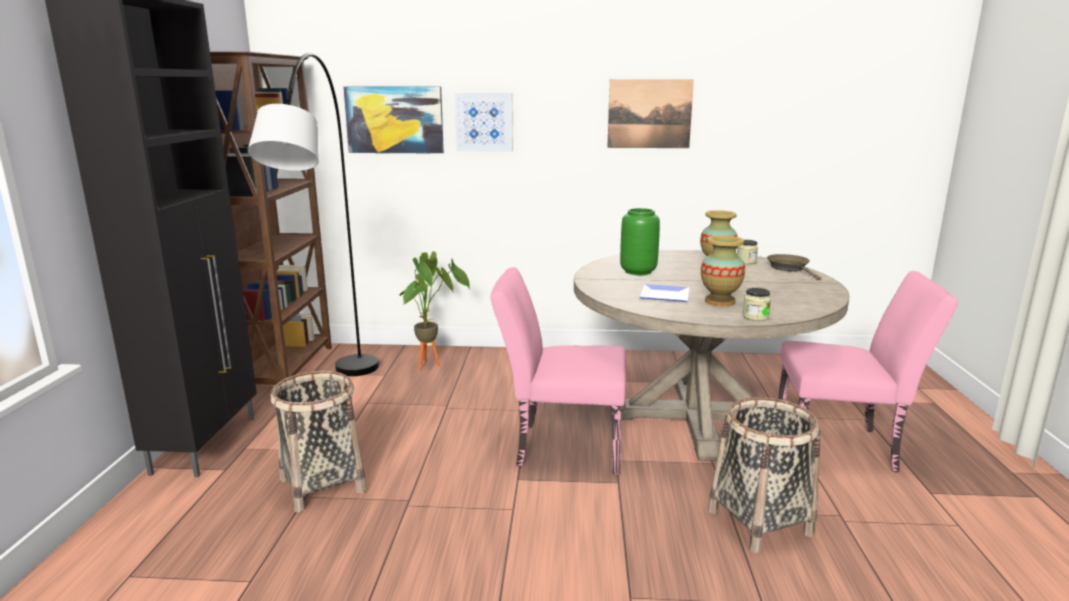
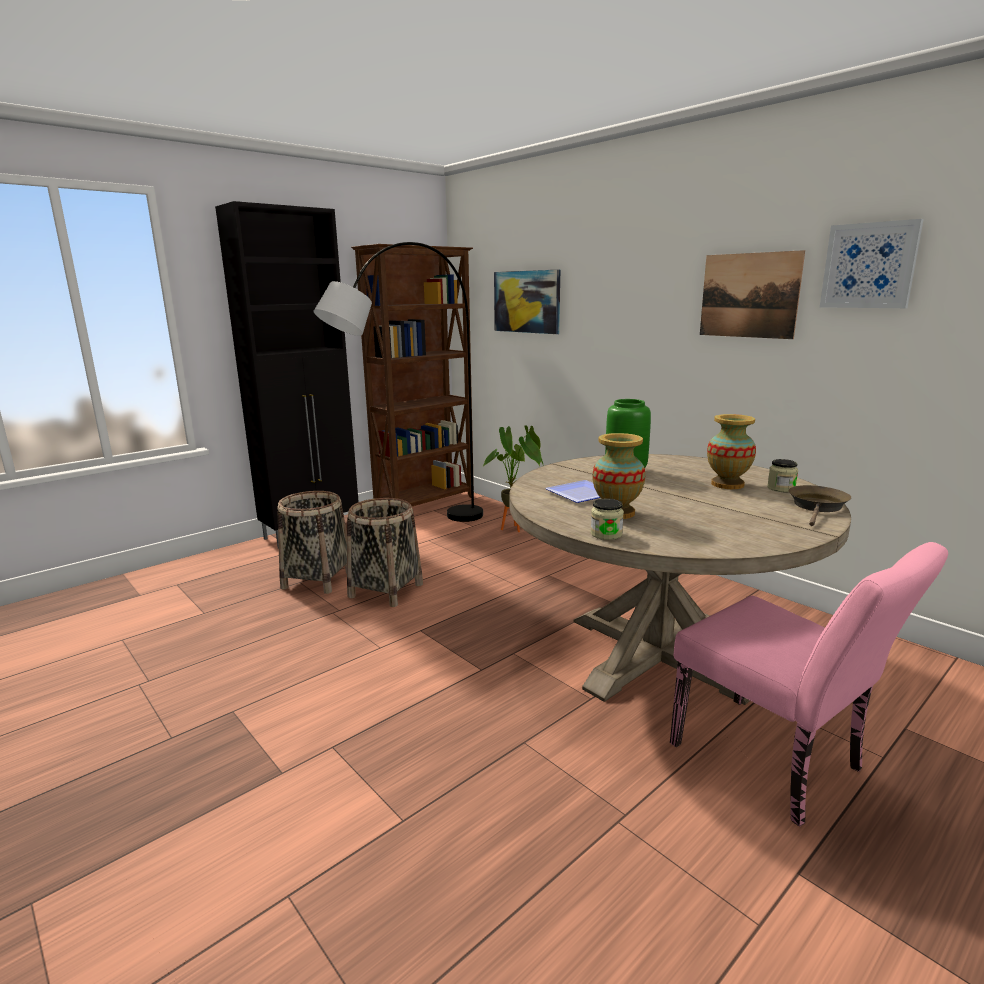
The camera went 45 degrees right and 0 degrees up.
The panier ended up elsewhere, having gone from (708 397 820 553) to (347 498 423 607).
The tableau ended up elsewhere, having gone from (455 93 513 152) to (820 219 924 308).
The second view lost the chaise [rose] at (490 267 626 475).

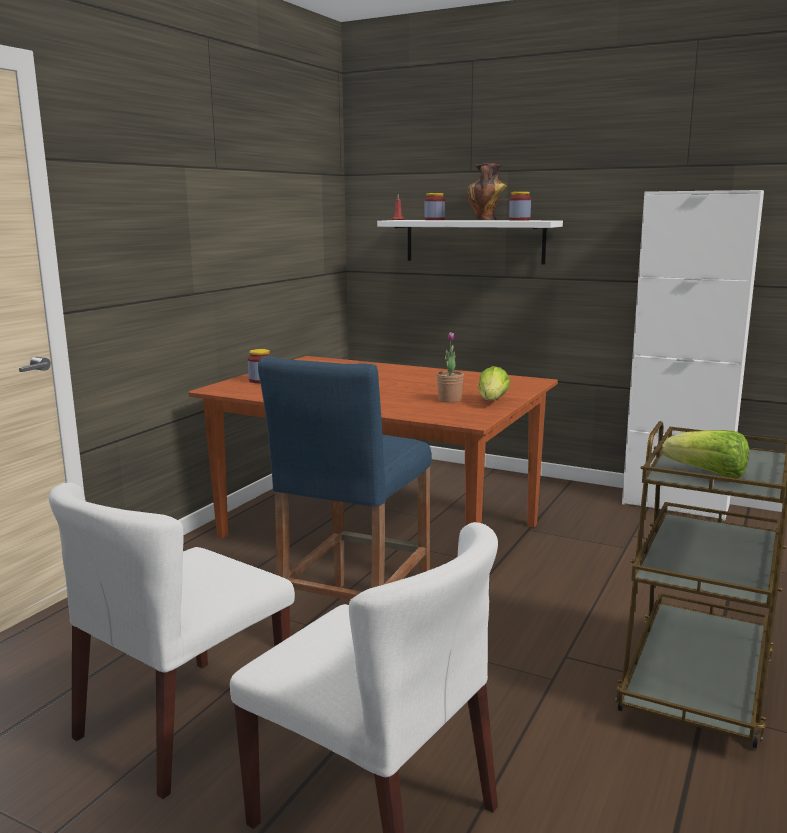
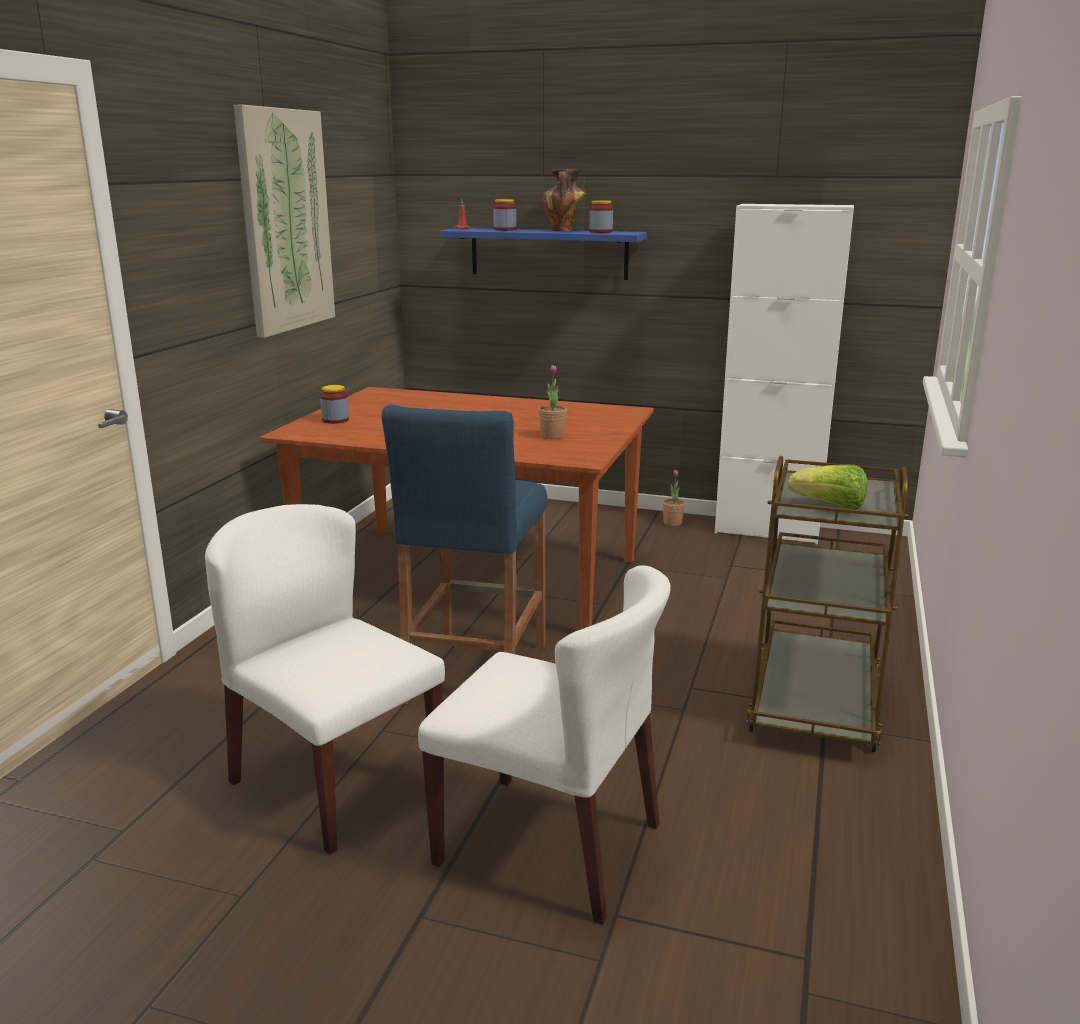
The camera went 10 degrees left and 5 degrees up.
The chaise [blanc] at (49 482 295 799) ended up facing another way, 105 degrees clockwise from before.
The second view gained the tableau at (234 105 335 338).
What was the étagère [blanc] at (377 220 563 265) turned into the étagère [bleu] at (440 228 647 280).
The second view gained the plante en pot at (662 470 685 526).
The second view lost the laitue at (478 366 510 400).

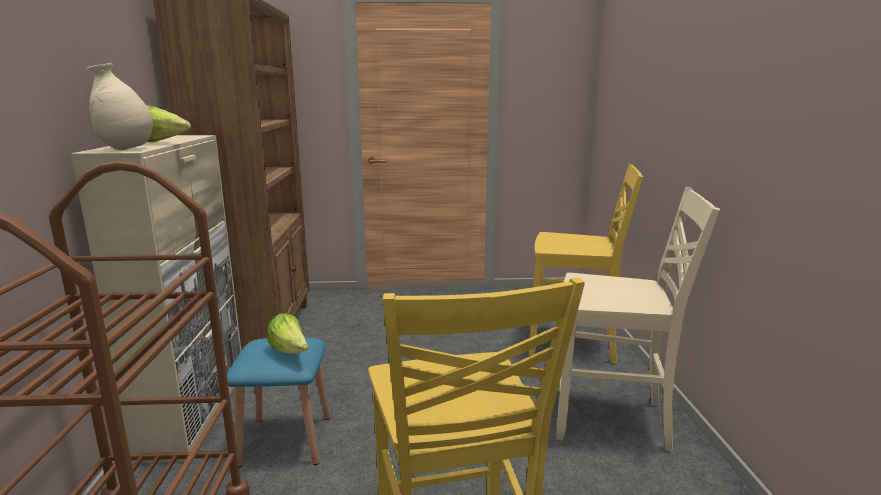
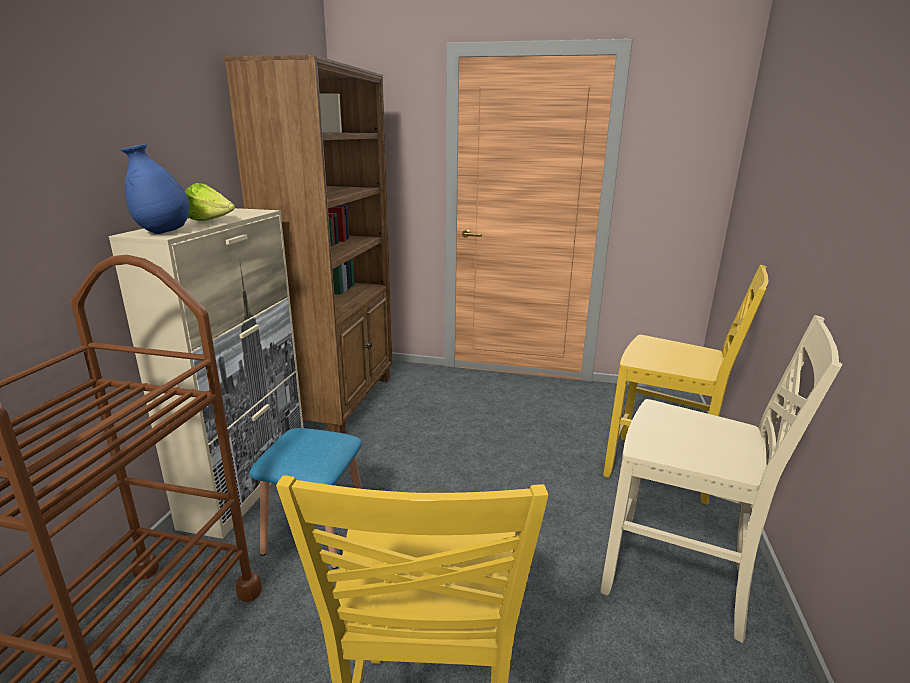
The camera went 15 degrees right and 5 degrees up.
What was the vase [beige] at (86 63 153 150) turned into the vase [bleu] at (121 144 189 234).
The second view lost the laitue at (267 314 309 354).

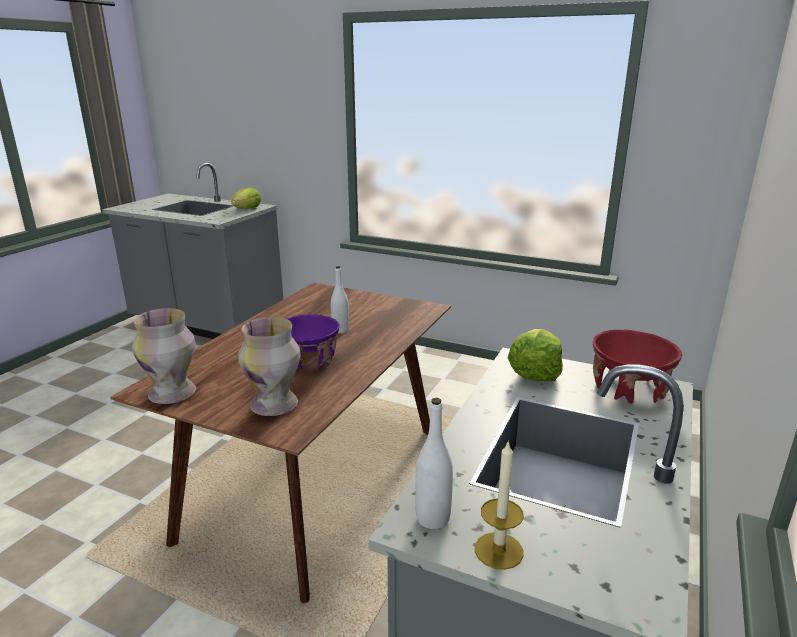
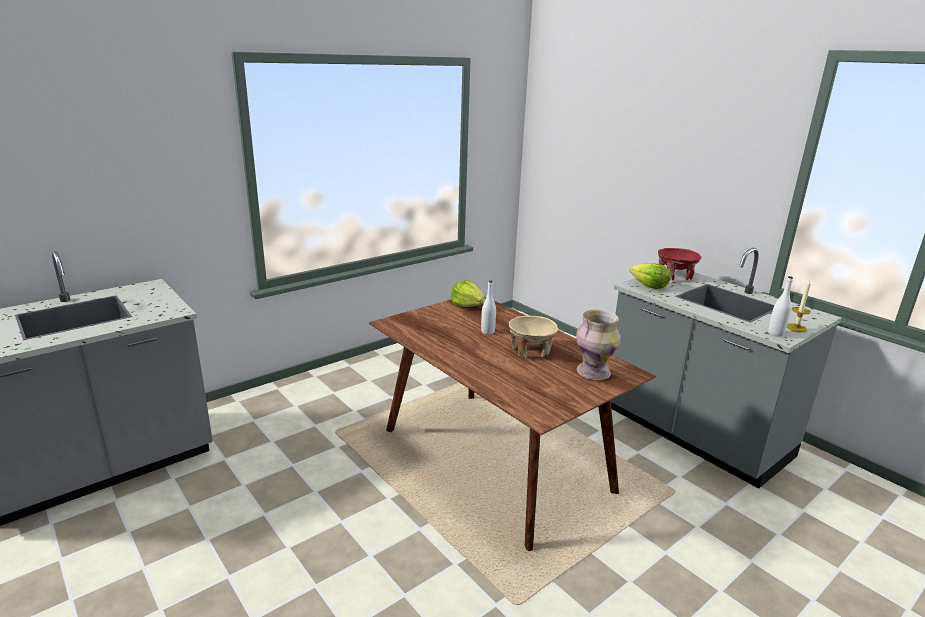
The camera went 65 degrees left and 0 degrees up.
The laitue ended up elsewhere, having gone from (231 187 261 209) to (451 280 485 307).
What was the bol [violet] at (286 314 340 369) turned into the bol [beige] at (509 316 558 358).
The second view lost the vase at (132 308 196 404).

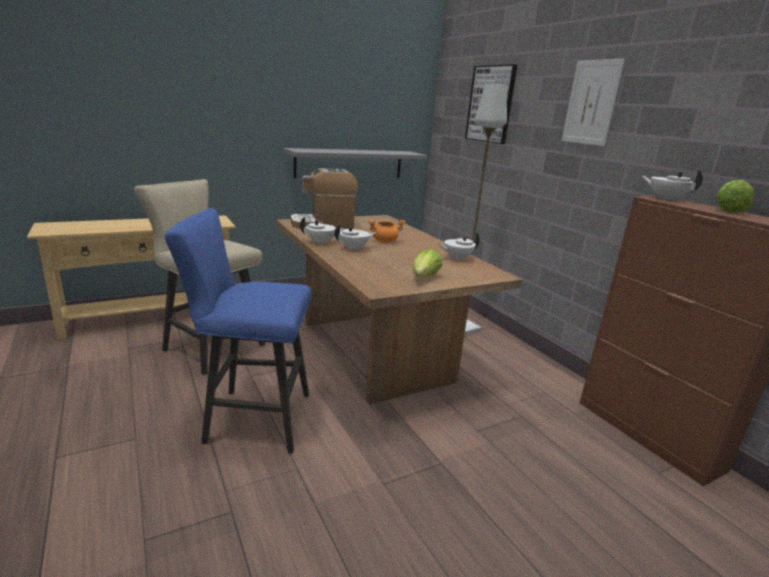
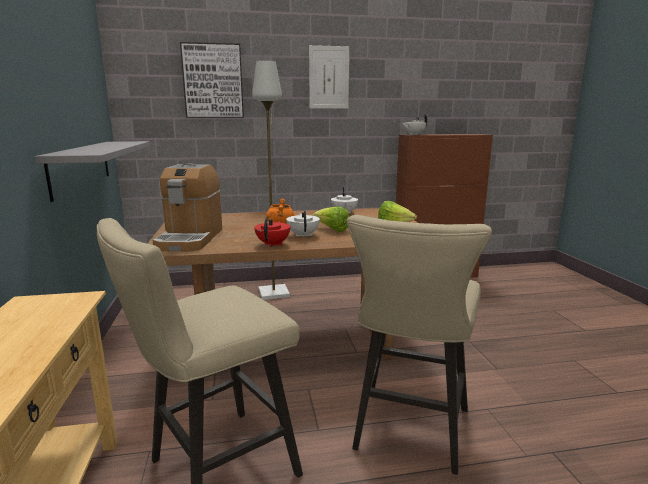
The camera went 70 degrees left and 5 degrees down.
What was the théière [blanc] at (300 217 344 245) turned into the théière [rouge] at (254 218 291 247).
The laitue ended up elsewhere, having gone from (716 180 754 213) to (312 207 349 232).
What was the tabouret [bleu] at (164 208 312 454) turned into the tabouret [beige] at (347 215 492 475).

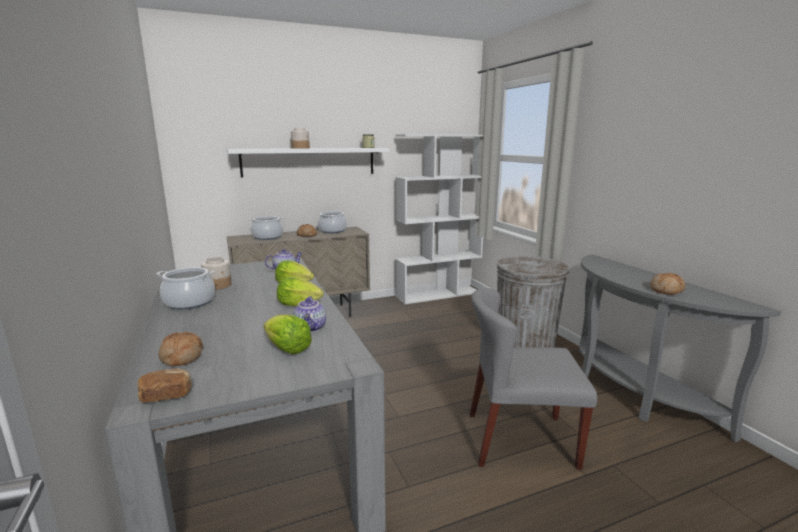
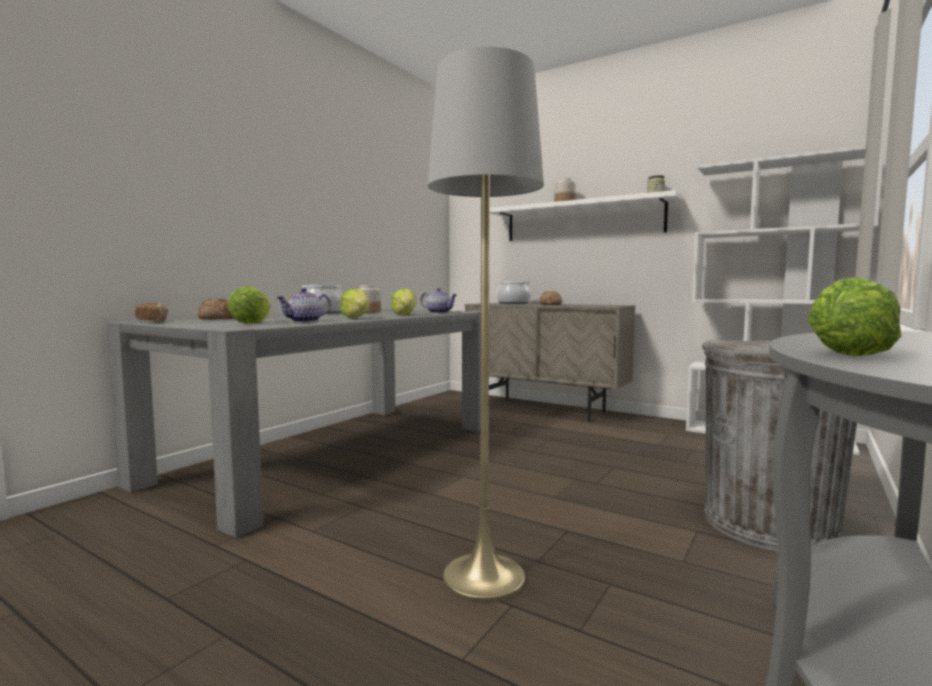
The camera went 55 degrees right and 10 degrees down.
Where the chaise [gris] stood at (470 288 597 470), the lampadaire [gris] came to stand at (428 47 544 603).
Where the pain stood at (650 273 685 295), the laitue came to stand at (808 277 901 356).
The second view lost the marmite at (318 210 347 233).

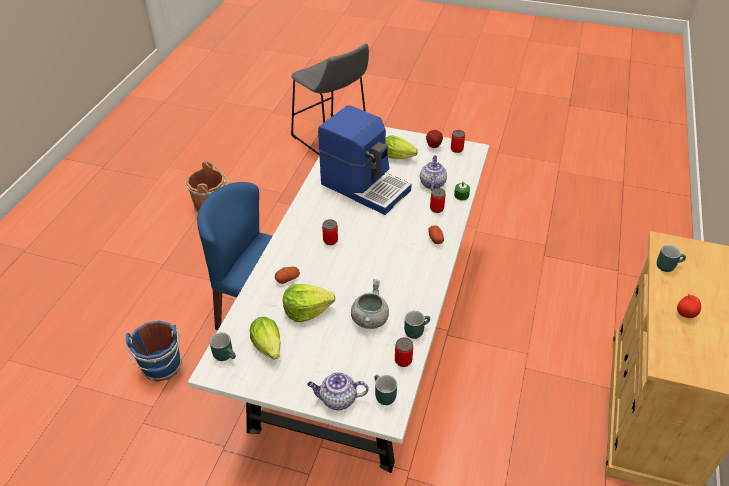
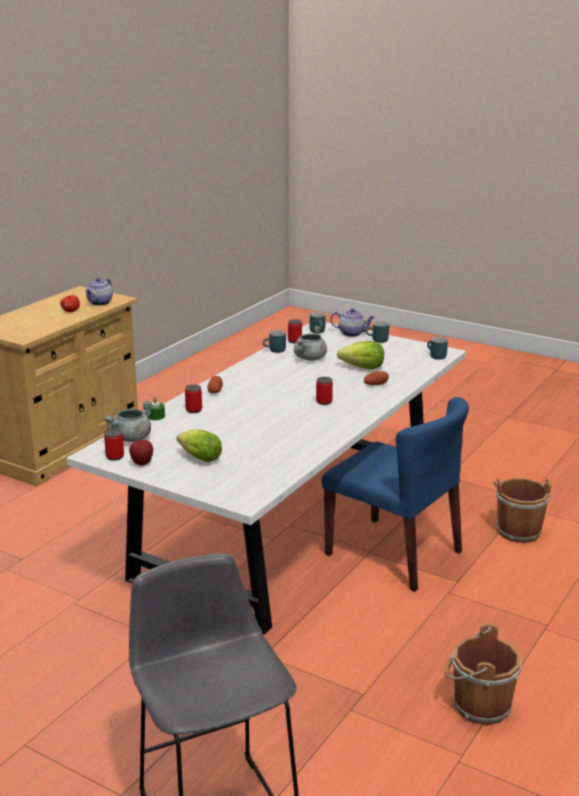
The camera went 165 degrees left and 20 degrees down.
The théière ended up elsewhere, having gone from (420 155 447 191) to (86 278 113 306).
The second view gained the marmite [gris] at (104 400 152 442).
The mug [turquoise] ended up elsewhere, having gone from (657 245 686 272) to (366 321 389 343).
What was the seau [bleu] at (125 321 182 382) turned into the seau [marron] at (494 478 552 543).
The second view lost the laitue at (250 317 281 360).
The second view lost the machine à café at (318 105 412 215).

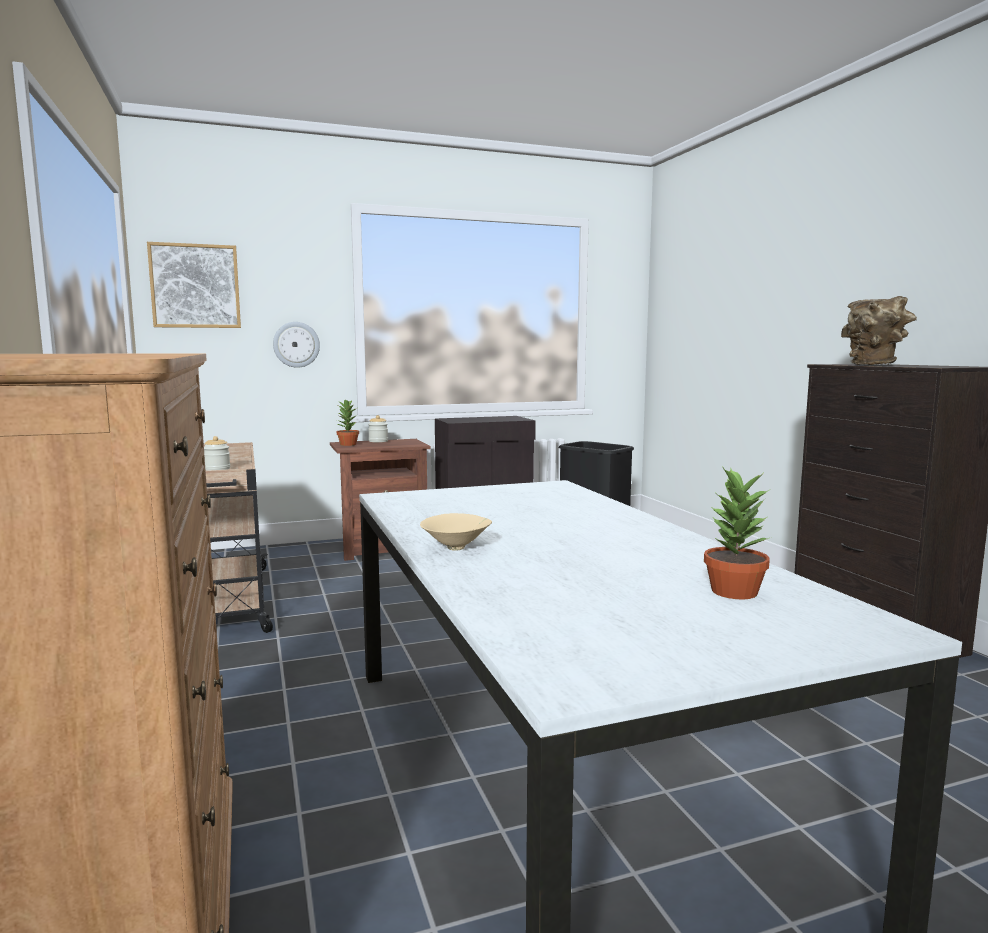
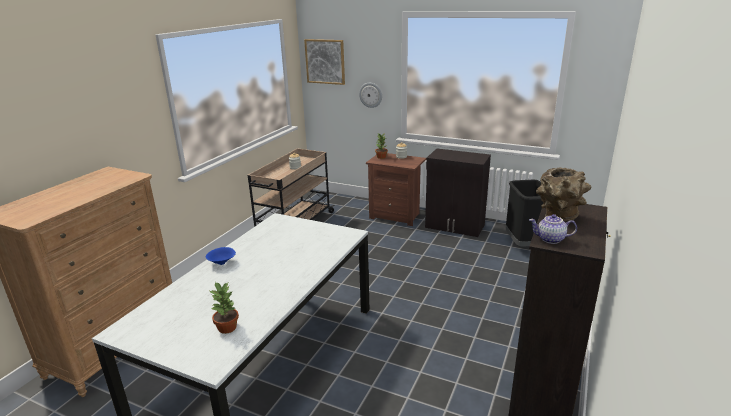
The camera went 45 degrees right and 15 degrees up.
What was the bol [beige] at (420 513 492 551) turned into the bol [bleu] at (206 247 236 265).
The second view gained the théière at (529 214 577 244).

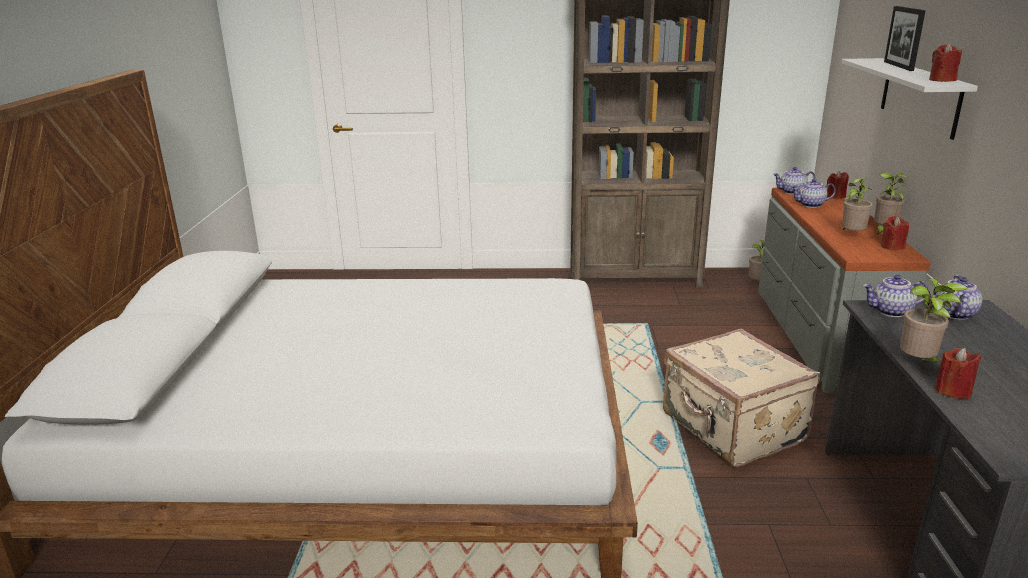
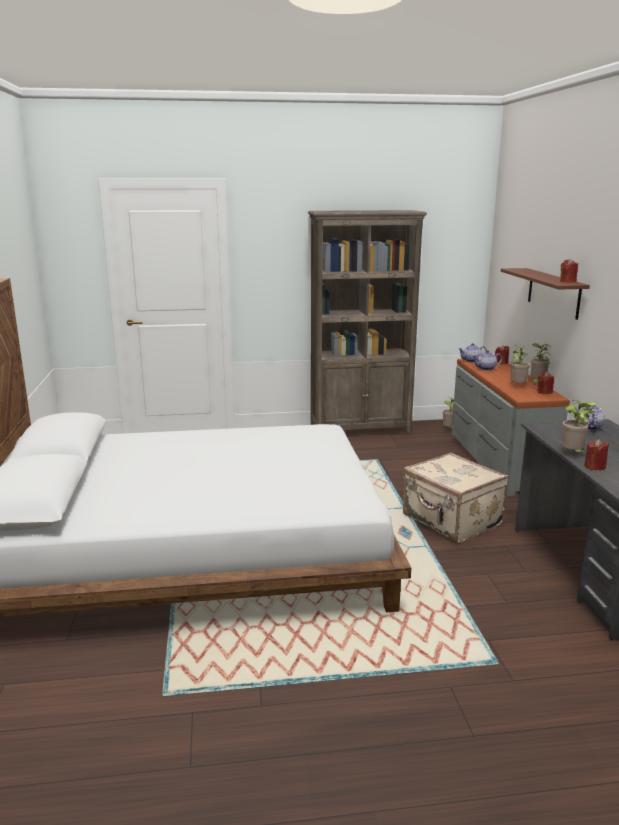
The camera went 10 degrees left and 5 degrees down.
What was the étagère [blanc] at (842 58 978 140) turned into the étagère [marron] at (501 268 590 320).
The second view lost the théière at (863 275 929 317).
The second view lost the cadre photo at (884 6 926 71).

